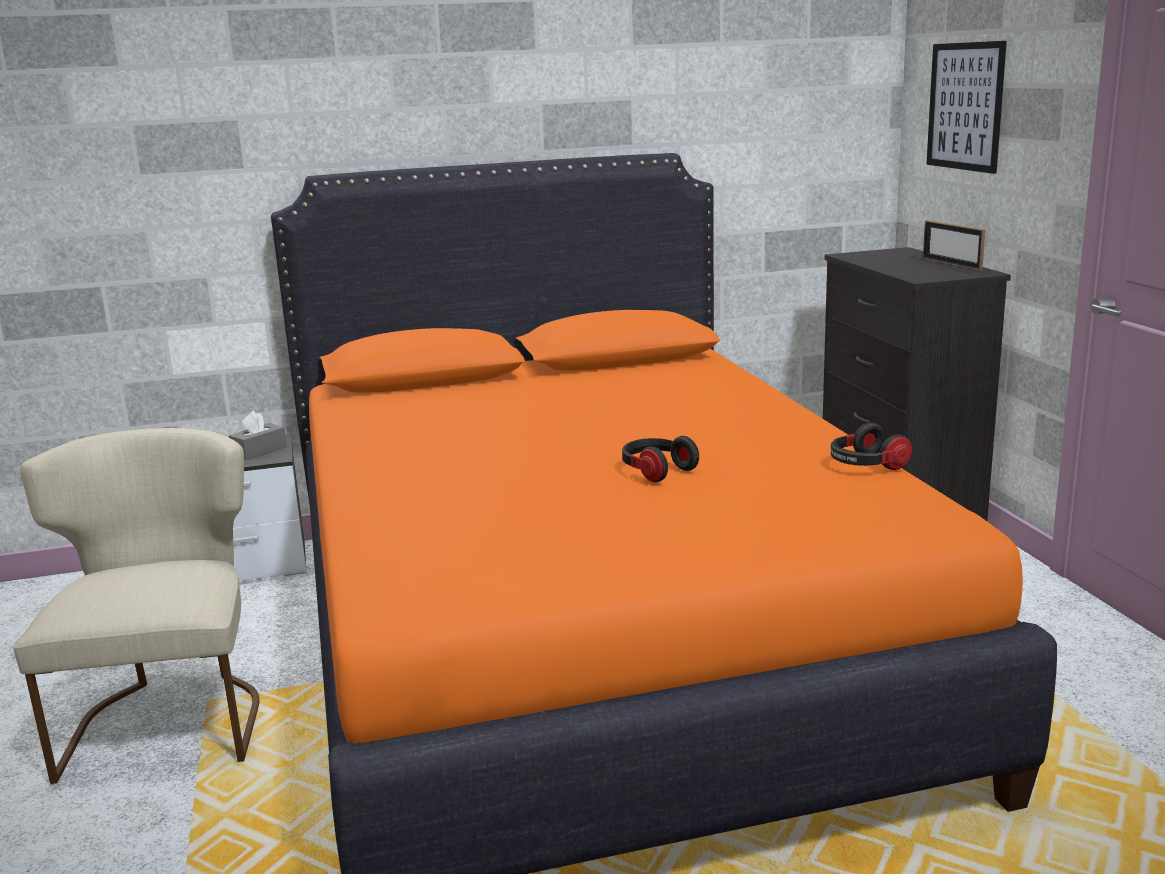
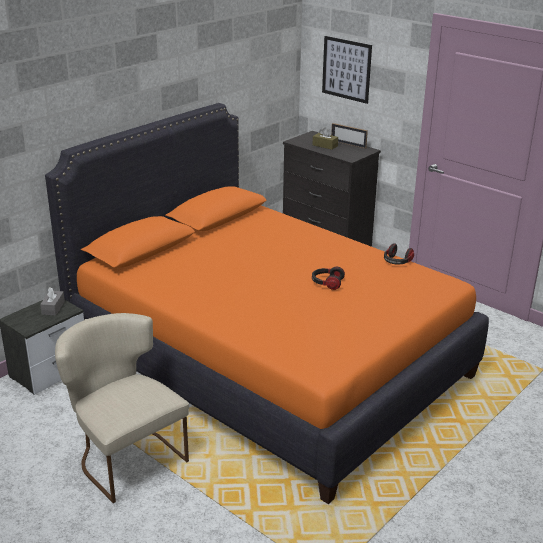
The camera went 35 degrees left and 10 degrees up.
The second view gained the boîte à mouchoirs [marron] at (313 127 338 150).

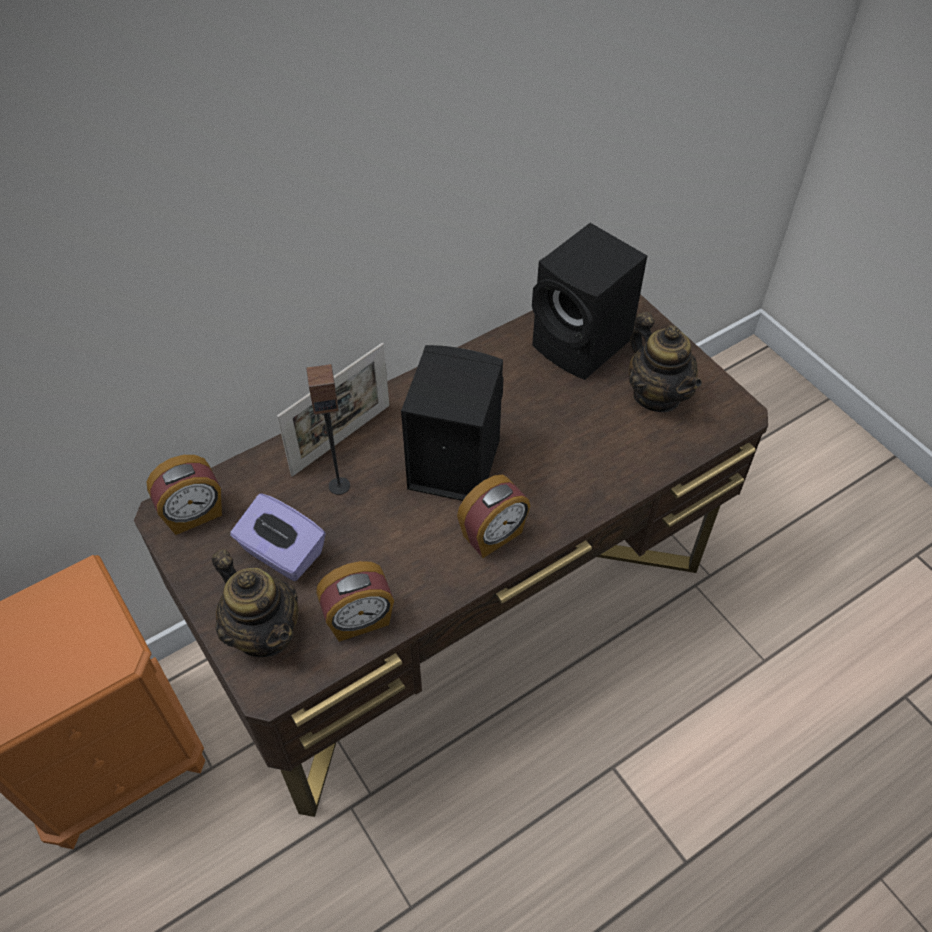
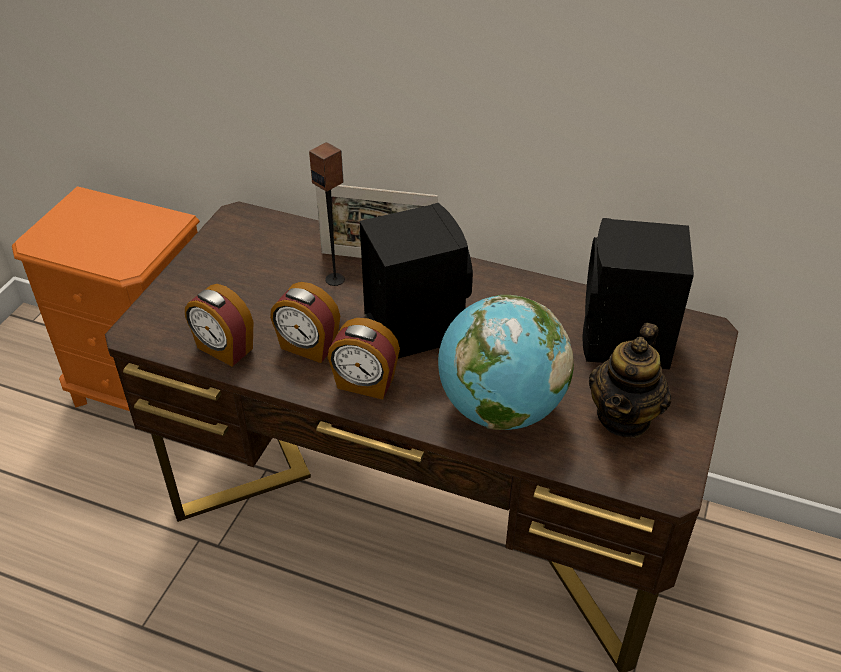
The camera went 55 degrees right and 10 degrees down.
The réveil ended up elsewhere, having gone from (147 455 222 535) to (270 282 340 363).
The second view gained the globe at (438 295 574 430).
The second view lost the théière at (212 549 298 657).
The second view lost the boîte à mouchoirs [violet] at (230 493 326 581).

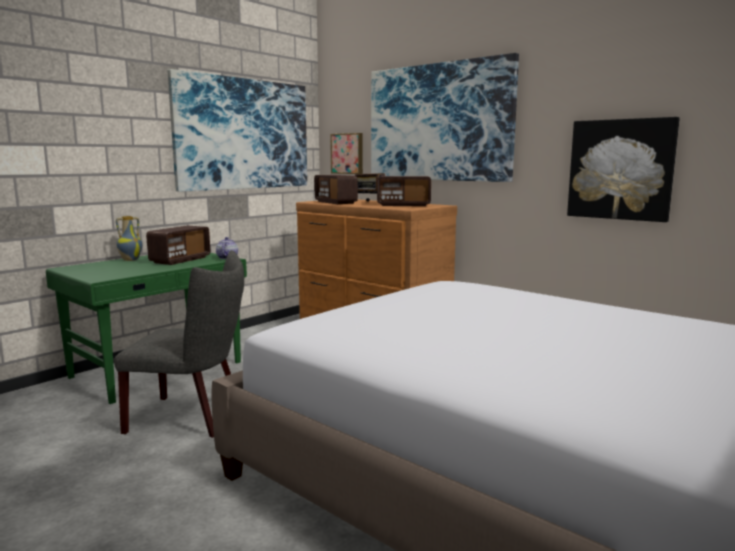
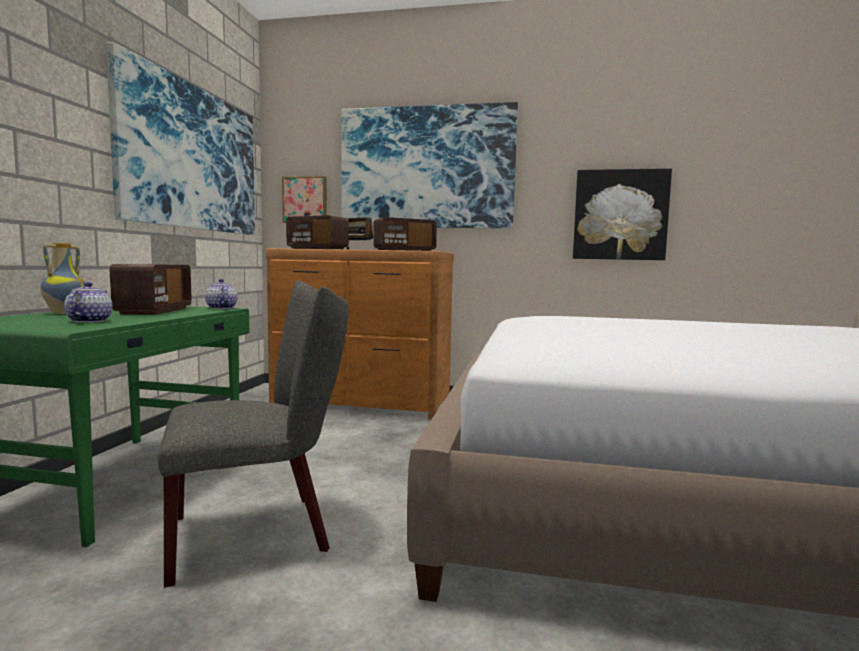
The camera went 30 degrees left and 5 degrees down.
The second view gained the théière at (64 282 112 323).

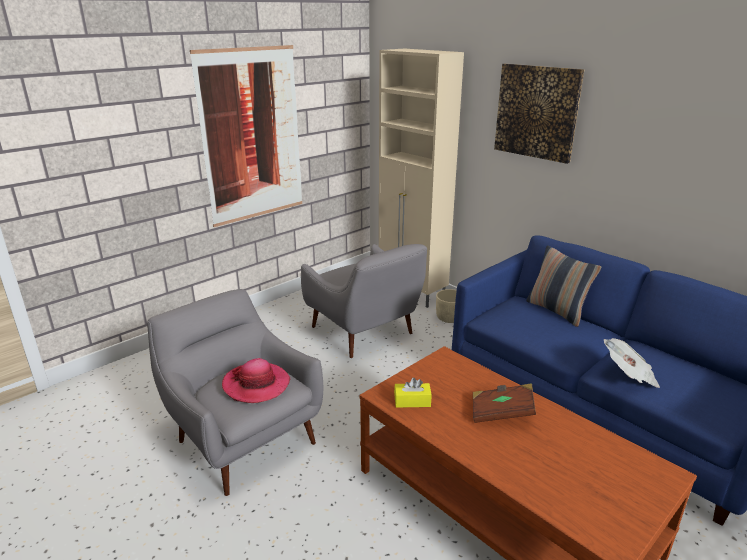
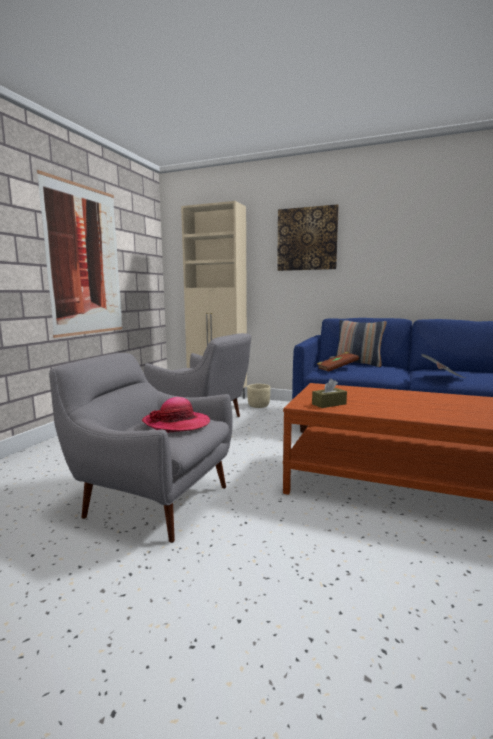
The camera went 25 degrees left and 15 degrees down.
What was the boîte à mouchoirs [jaune] at (394 378 432 408) turned into the boîte à mouchoirs [marron] at (312 379 347 408).
The livre [marron] ended up elsewhere, having gone from (473 383 536 423) to (317 352 359 372).

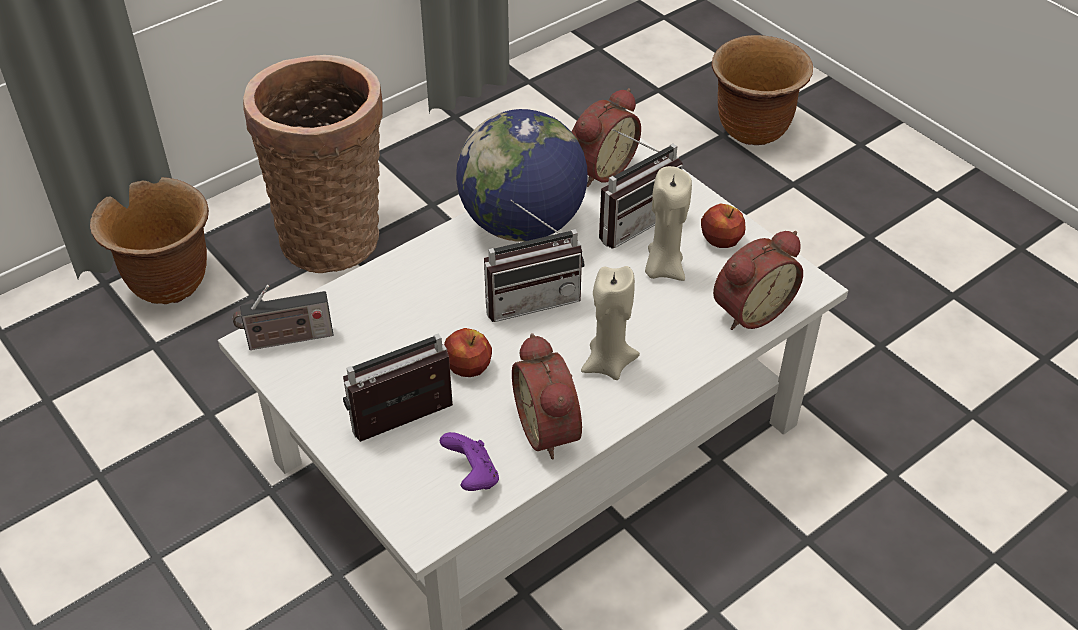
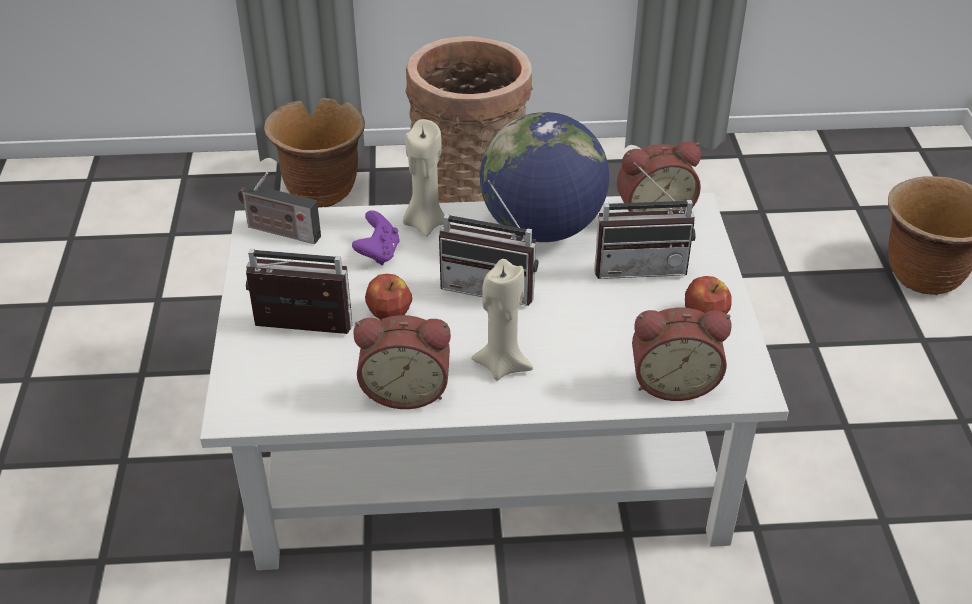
The camera went 35 degrees right and 5 degrees down.
The manette [violet] ended up elsewhere, having gone from (440 432 499 491) to (352 210 400 265).
The réveil at (512 333 582 459) ended up facing another way, 105 degrees counterclockwise from before.
The bougie [beige] ended up elsewhere, having gone from (645 166 692 281) to (403 119 444 236).

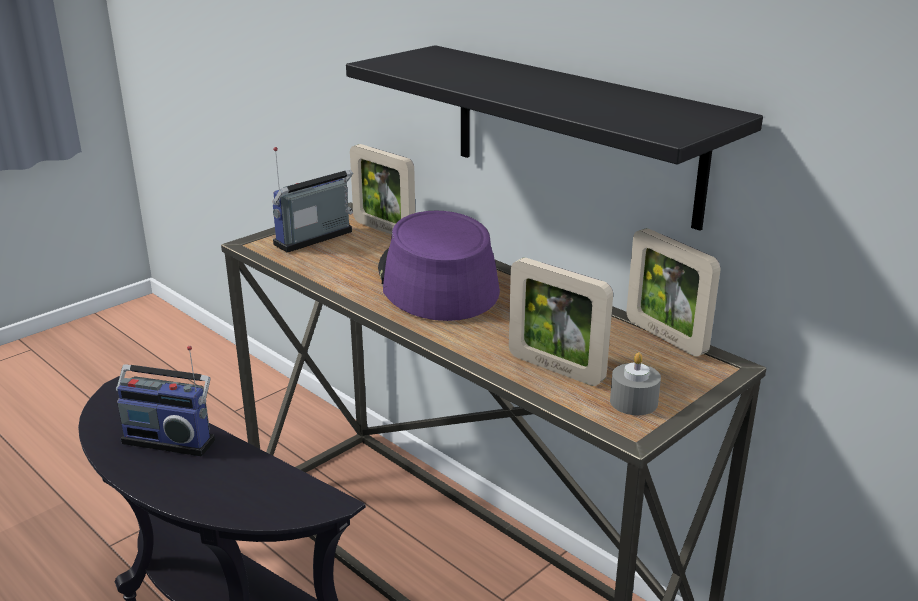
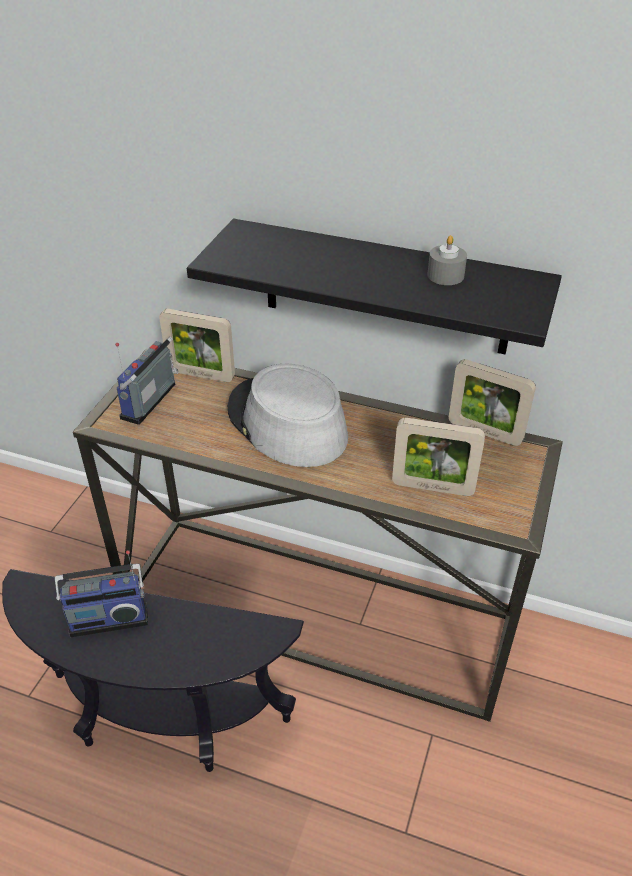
The camera went 25 degrees left and 15 degrees up.
What was the chapeau [violet] at (378 211 500 321) turned into the chapeau [gris] at (228 364 348 467).
The bougie [gris] ended up elsewhere, having gone from (610 352 661 415) to (427 235 467 285).

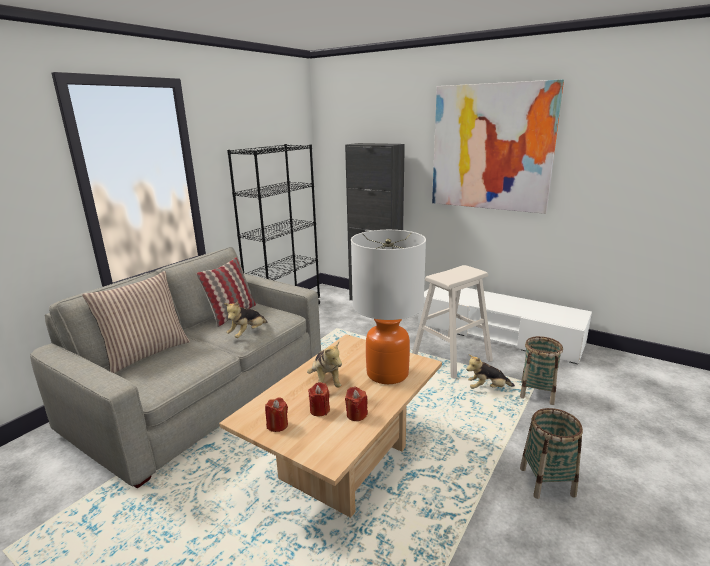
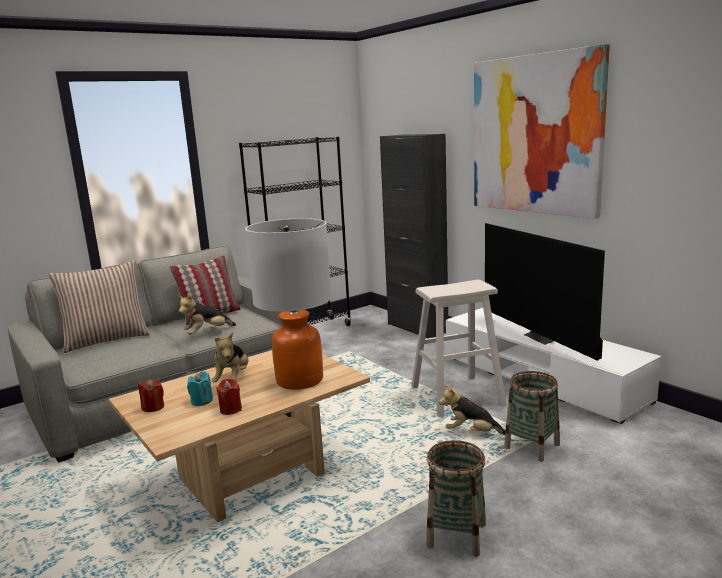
The camera went 20 degrees right and 5 degrees down.
What was the bougie [rouge] at (308 382 330 417) turned into the bougie [turquoise] at (187 371 213 406).
The second view gained the téléviseur at (485 223 605 360).

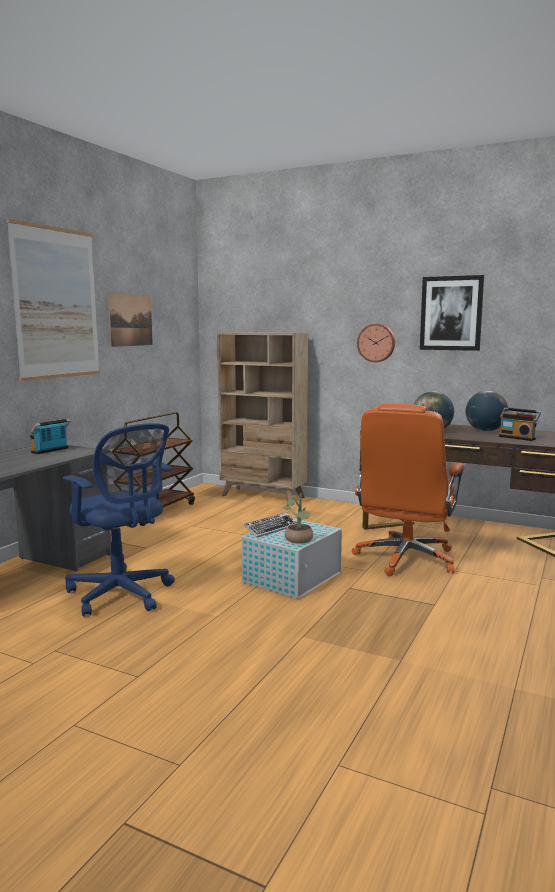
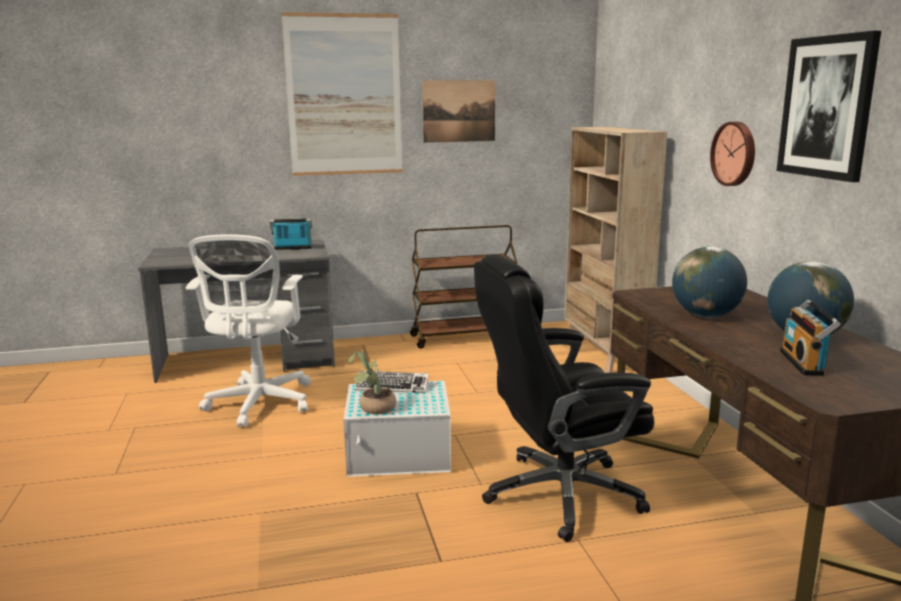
The camera went 50 degrees right and 5 degrees up.
What was the chaise de bureau [bleu] at (63 423 175 617) turned into the chaise de bureau [blanc] at (186 234 311 427).
What was the chaise de bureau [orange] at (352 404 465 576) turned into the chaise de bureau [noir] at (474 254 654 542).

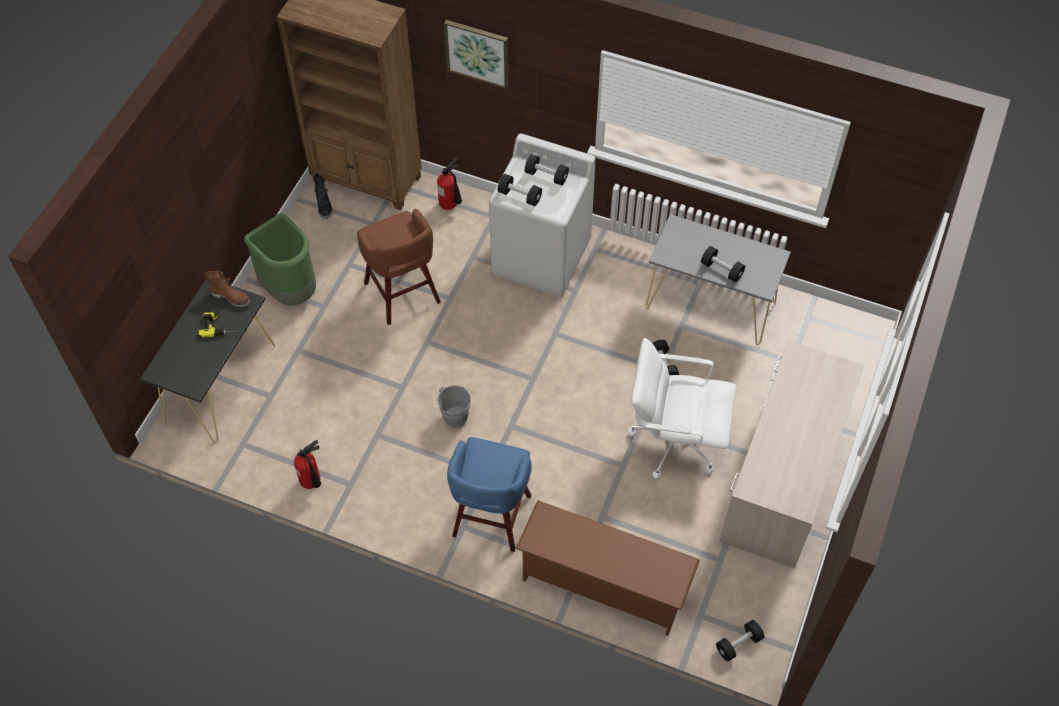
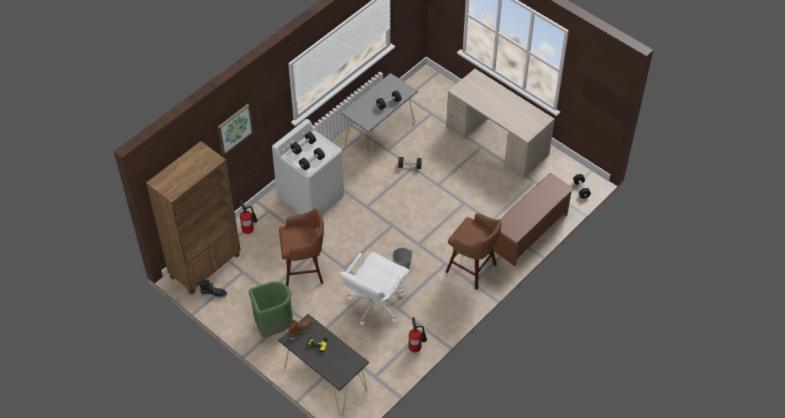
The camera went 70 degrees left and 5 degrees down.
The chaise de bureau [blanc] ended up elsewhere, having gone from (628 338 736 479) to (340 252 410 325).
What was the tabouret [bleu] at (447 437 532 552) turned into the tabouret [marron] at (446 213 502 290).

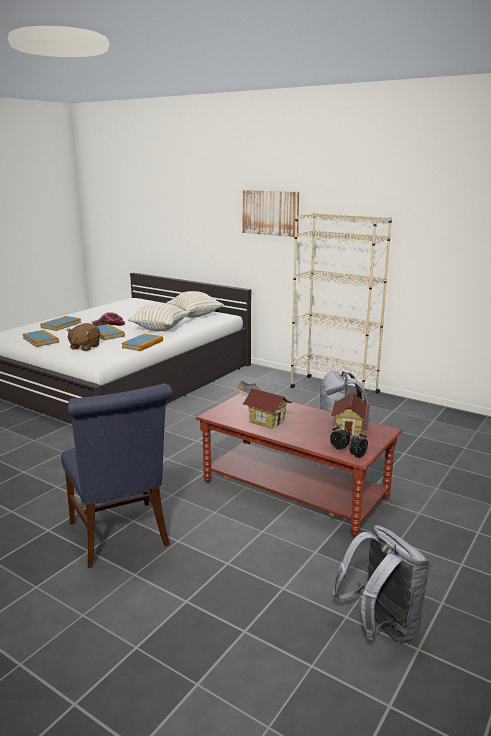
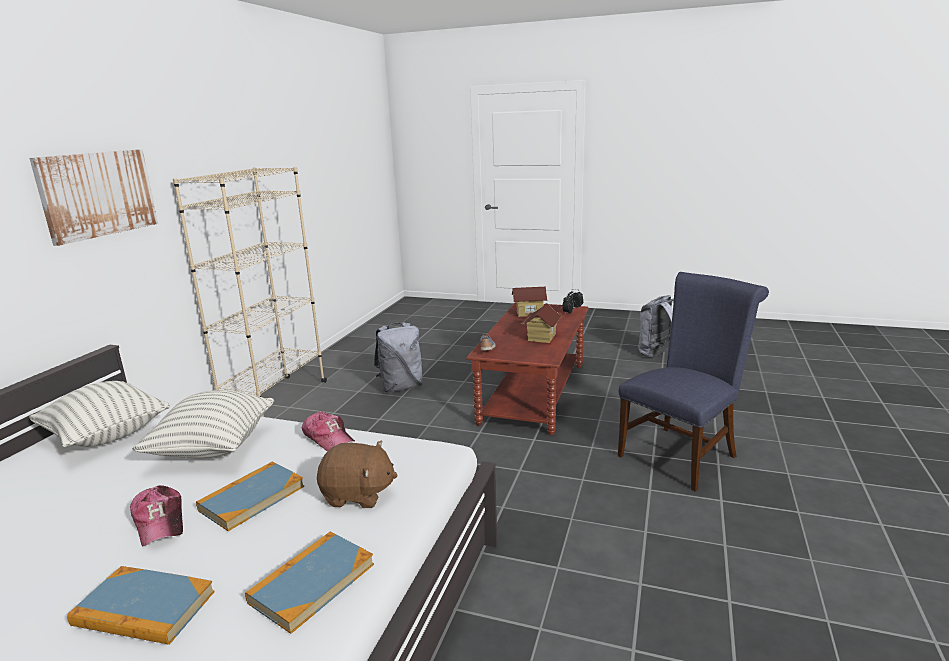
The camera went 105 degrees left and 0 degrees up.
Where the livre stood at (121 334 163 351), the casquette came to stand at (302 411 355 451).

